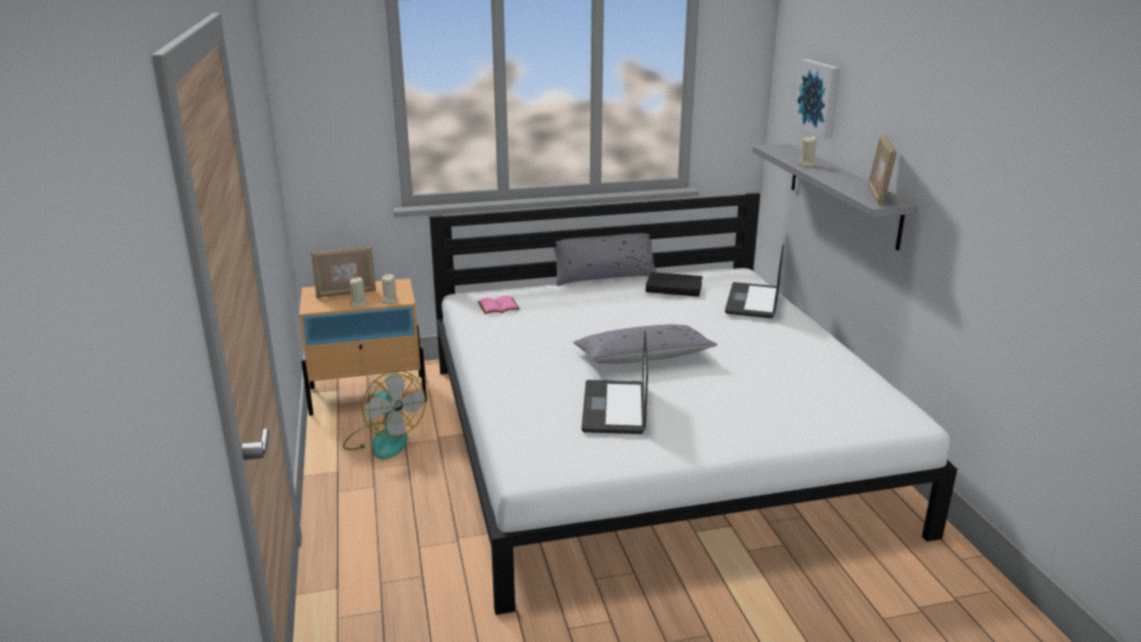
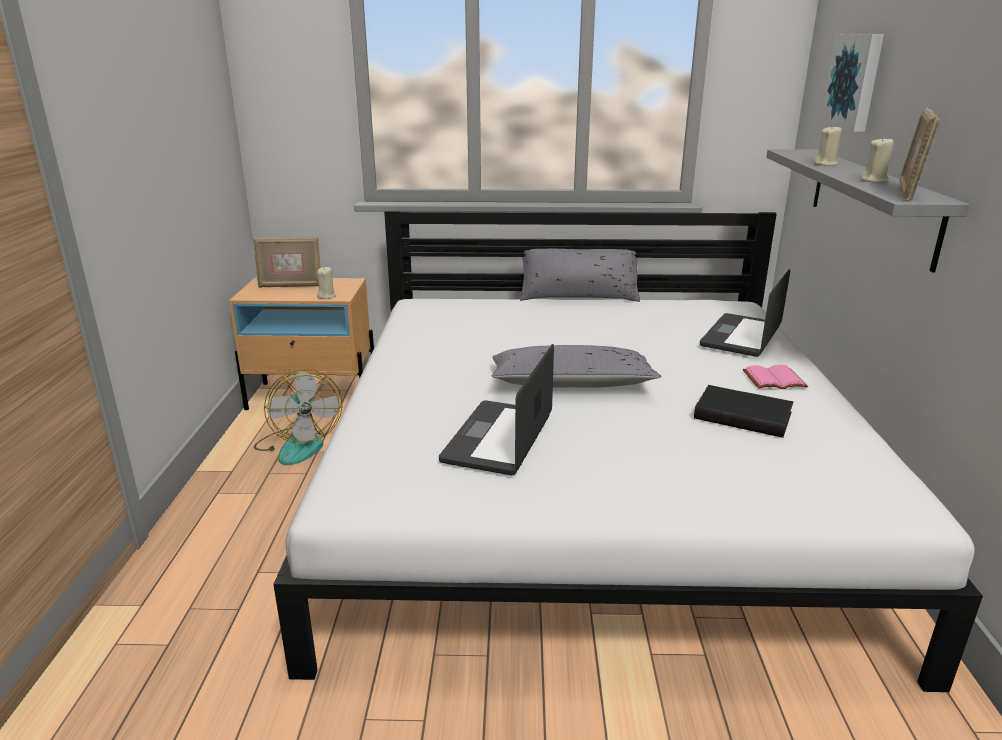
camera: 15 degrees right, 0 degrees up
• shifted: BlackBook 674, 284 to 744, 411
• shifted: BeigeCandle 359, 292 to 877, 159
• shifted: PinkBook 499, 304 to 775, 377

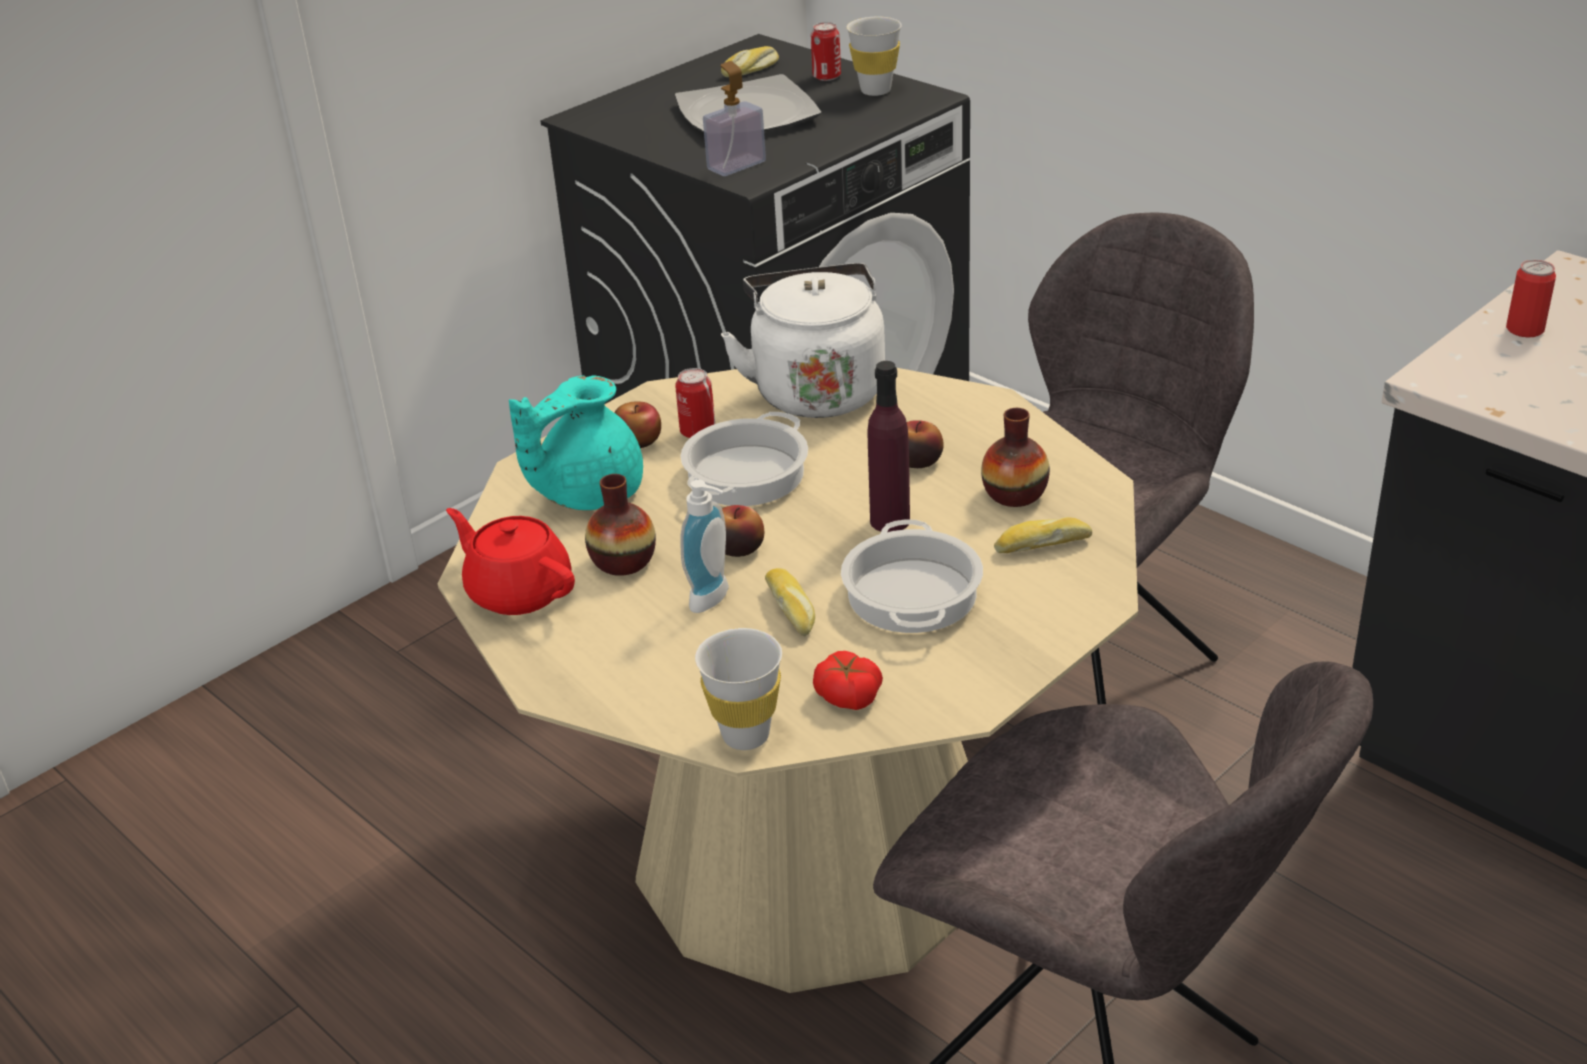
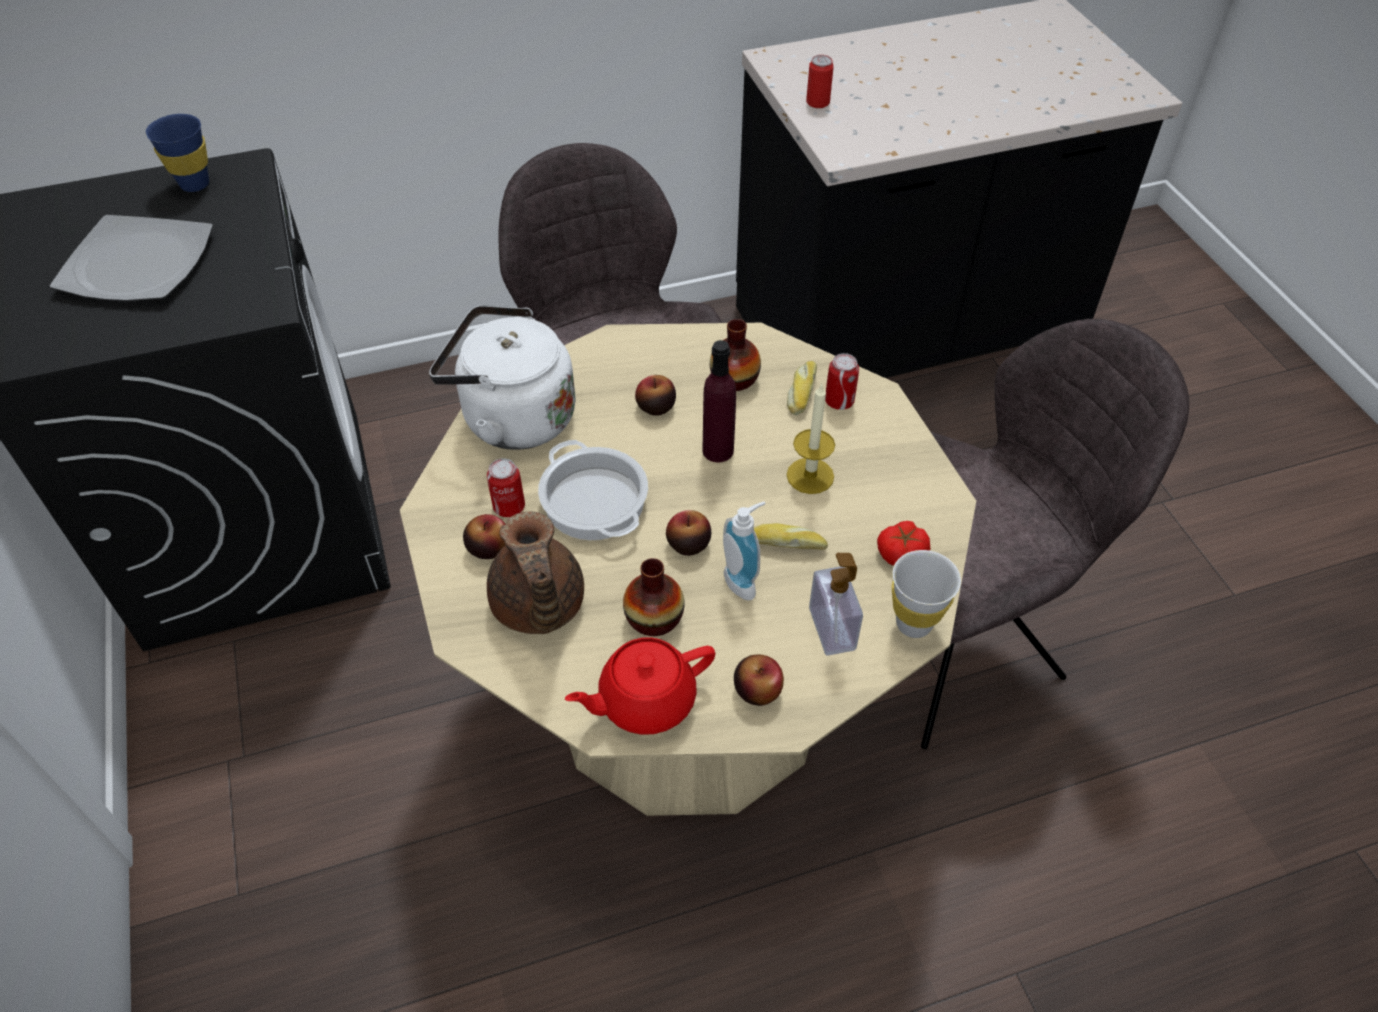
camera: 65 degrees left, 15 degrees up
• repainted: WhiteCup 874, 56 to BlueCup 177, 153
• shifted: Can 826, 51 to 842, 381
• gone: Bread 750, 61
• shifted: SoapDispenser 734, 118 to 836, 604
• repainted: TurquoiseTeapot 576, 442 to BrownTeapot 535, 572
• swapped: CookingPot 912, 576 to Candle 811, 438
• new: Apple 759, 680

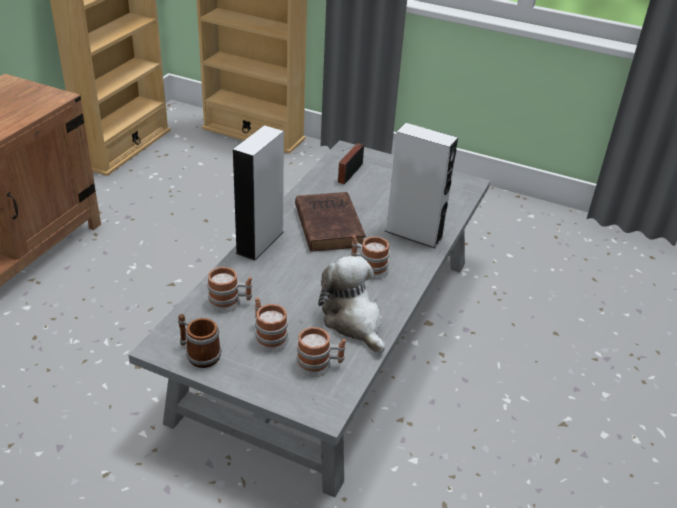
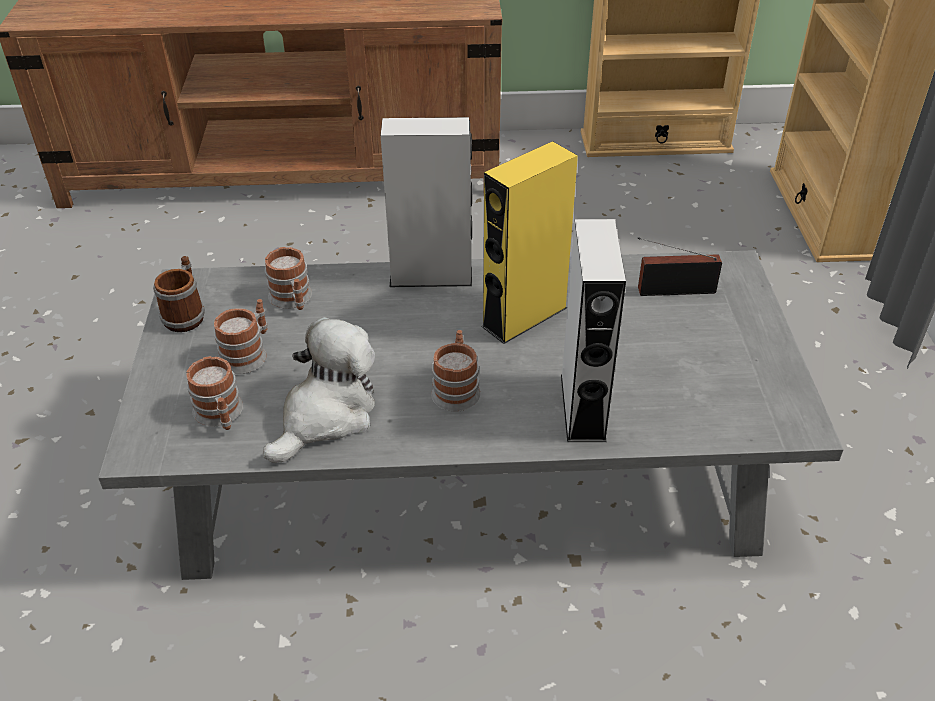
camera: 65 degrees right, 5 degrees up
• swapped: BrownBook 330, 222 to YellowSpeaker 529, 242

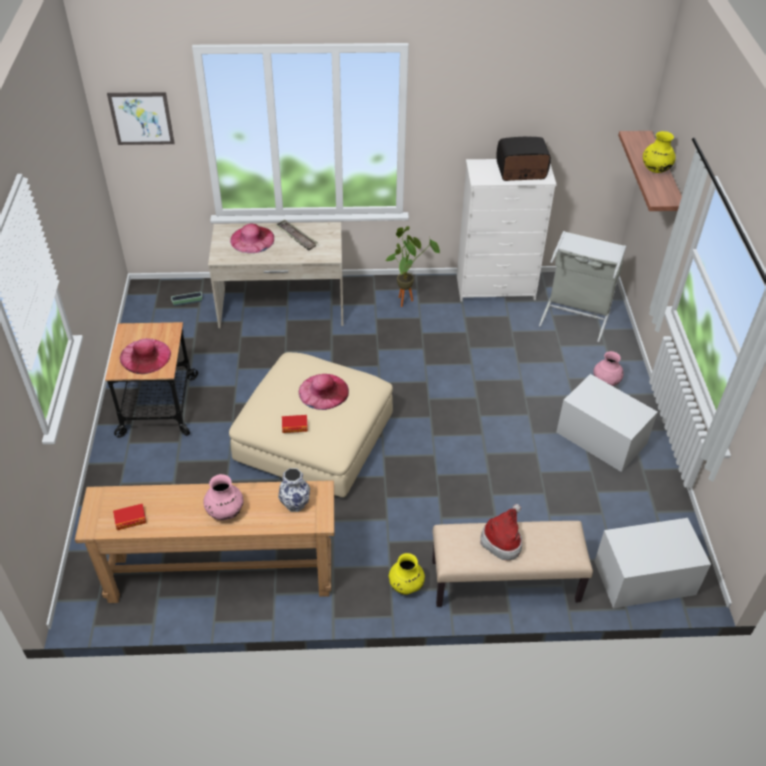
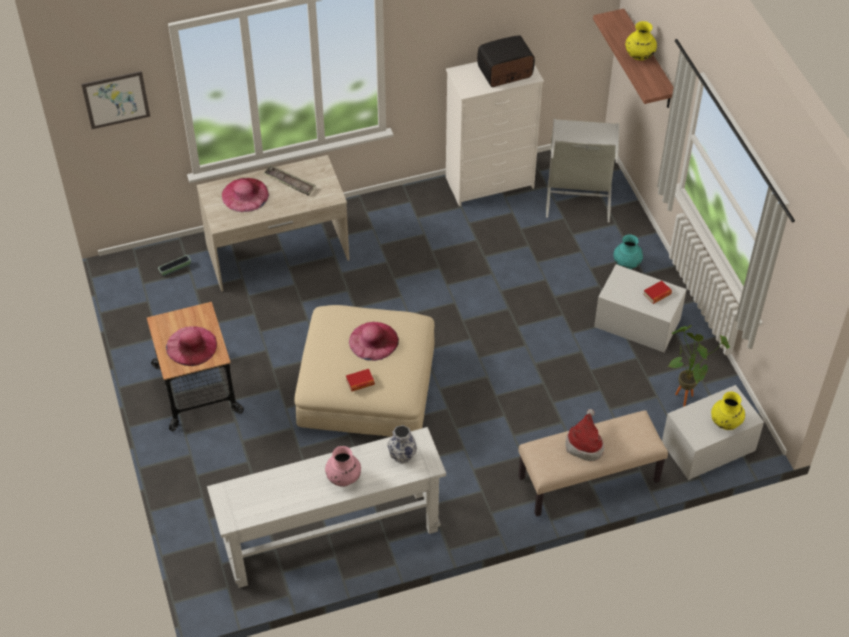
camera: 15 degrees left, 5 degrees up
• shifted: PottedPlant 412, 266 to 699, 366
• repainted: PinkVase 608, 368 to TurquoiseVase 628, 251
• repainted: BrownConsoleTable 204, 541 to WhiteConsoleTable 326, 507
• shifted: Book 130, 517 to 657, 292
• shifted: YellowVase 407, 574 to 728, 411

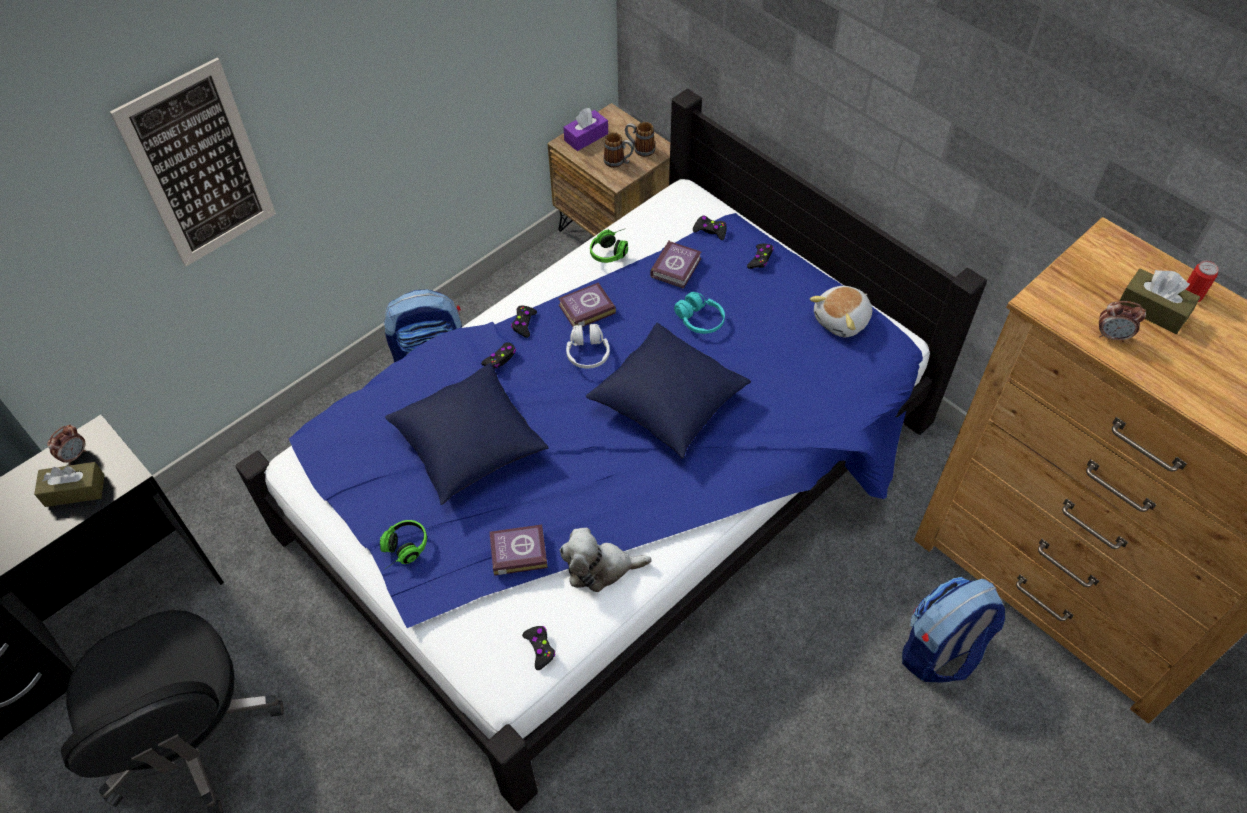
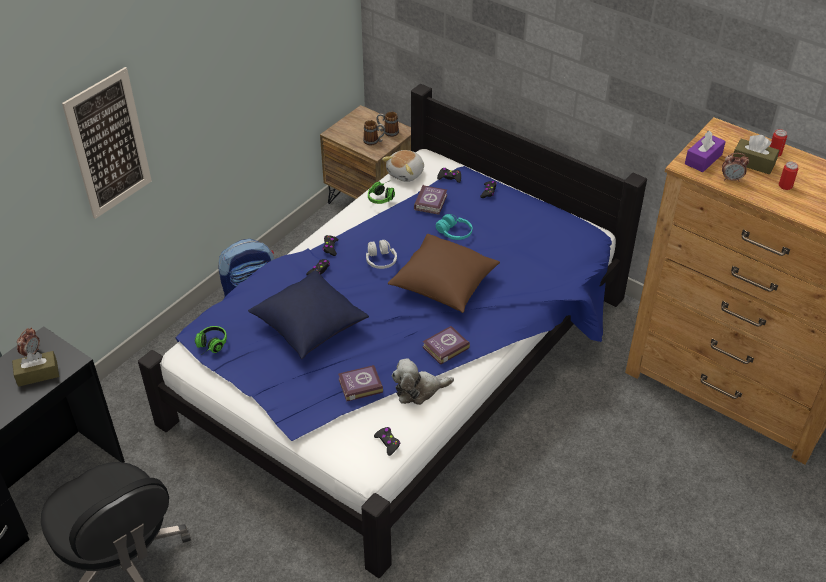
camera: 10 degrees left, 10 degrees down
• shifted: PurpleTissueBox 585, 129 to 705, 151
• shifted: Book 587, 304 to 446, 345
• shifted: PlushToy 841, 311 to 403, 166
• repainted: BluePillow 668, 390 to BrownPillow 444, 273
• shifted: Headphones 403, 544 to 211, 339
• gone: Backpack 953, 629
• new: Can 788, 175

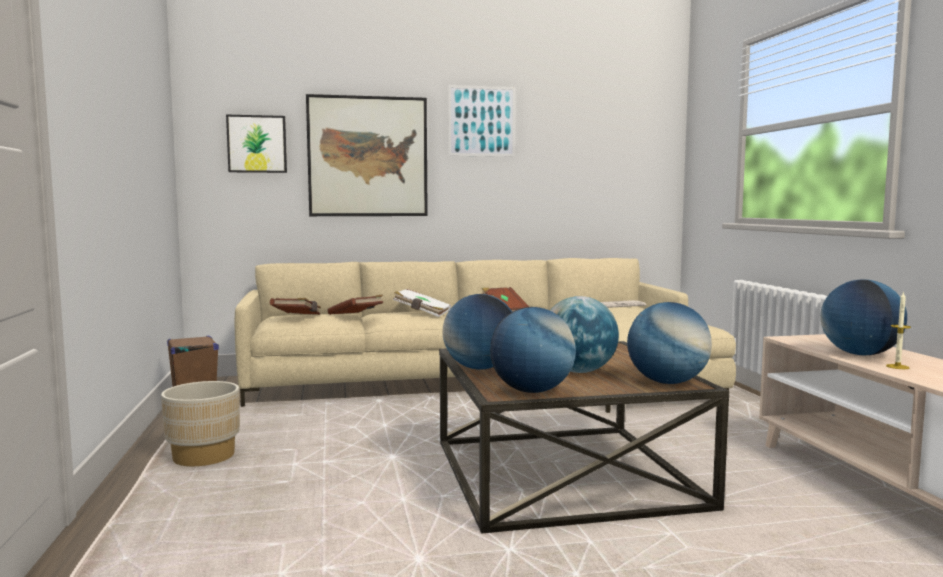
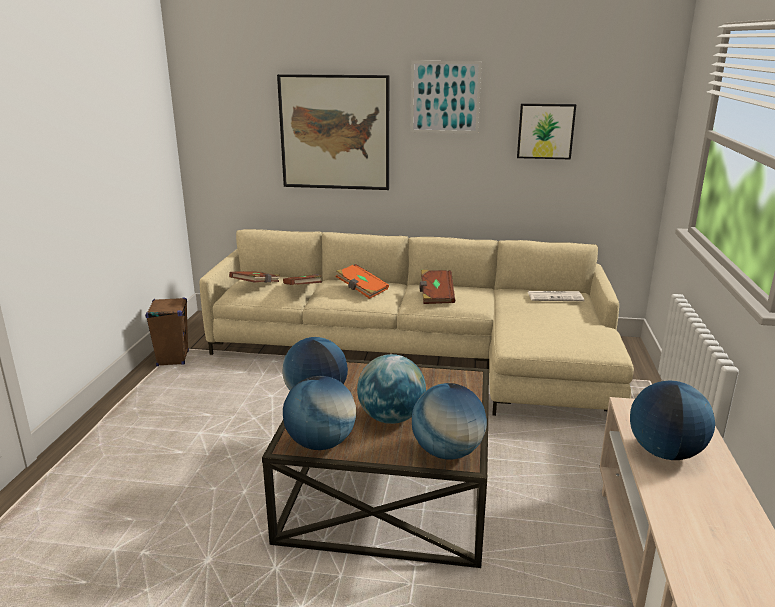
camera: 20 degrees right, 15 degrees up
• shifted: Picture 256, 144 to 546, 131
• repainted: WhiteBook 422, 303 to OrangeBook 362, 281
• gone: Candle 898, 330
• gone: BeigePlanter 200, 423

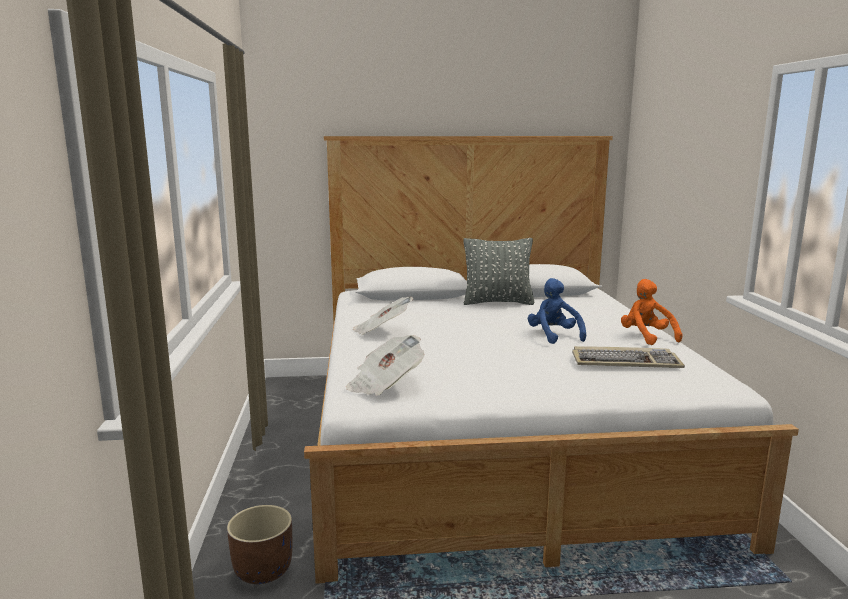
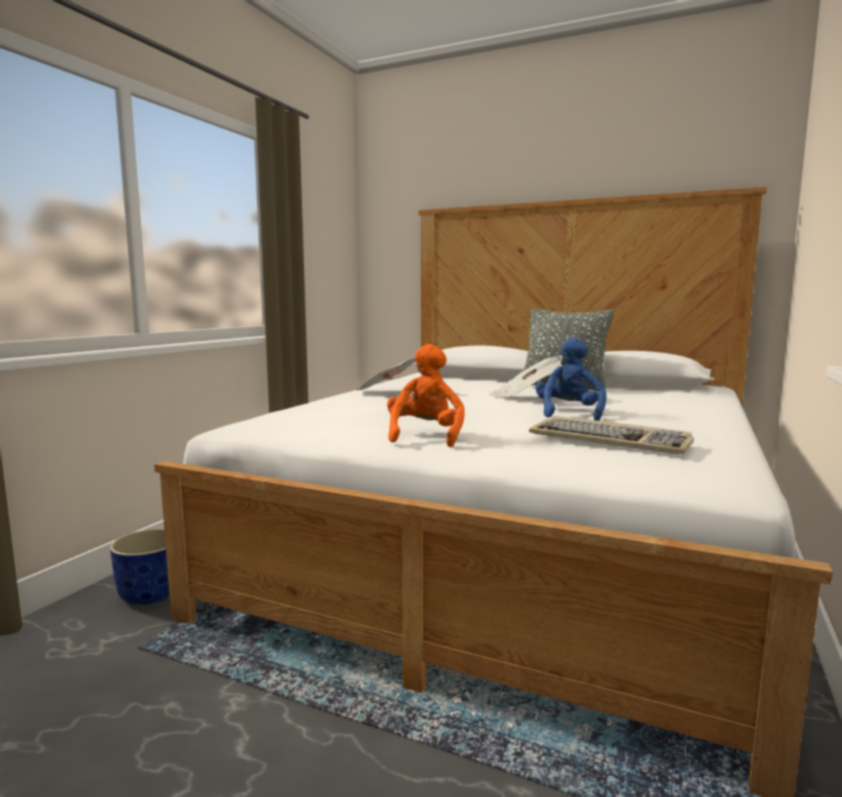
camera: 30 degrees right, 5 degrees down
• shifted: OrangePlushToy 651, 312 to 426, 395
• shifted: Newspaper 385, 365 to 526, 376
• repainted: BrownPlanter 259, 544 to BluePlanter 139, 566

